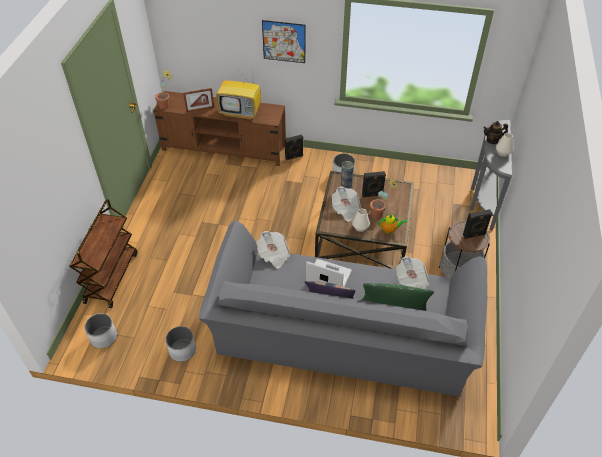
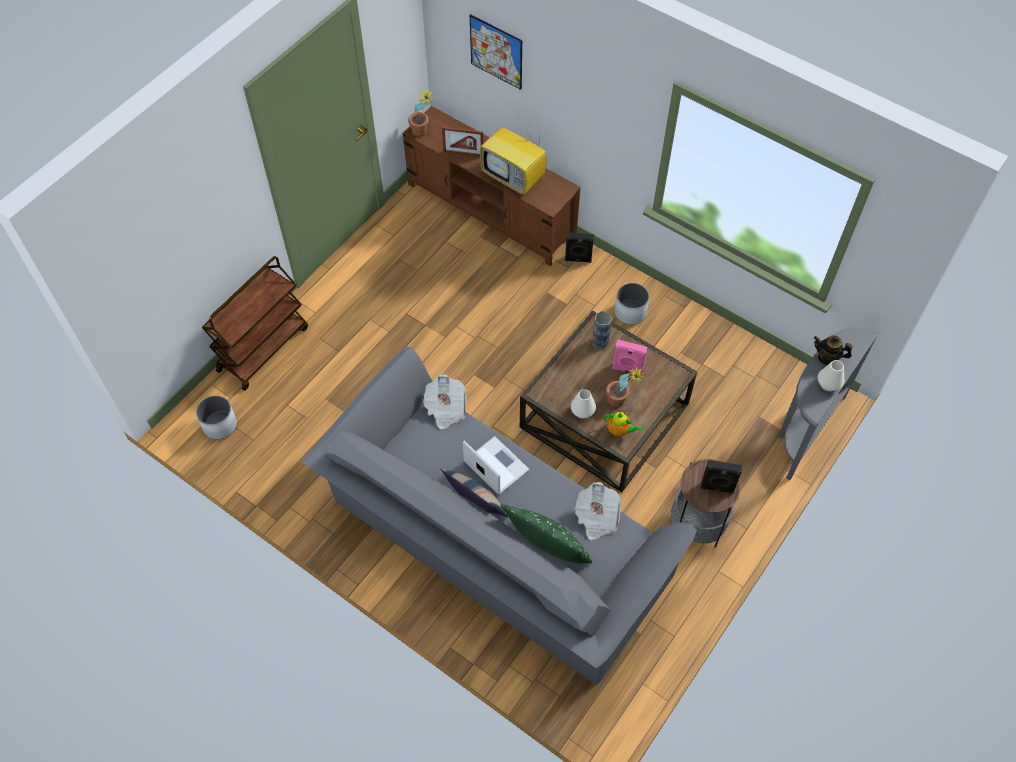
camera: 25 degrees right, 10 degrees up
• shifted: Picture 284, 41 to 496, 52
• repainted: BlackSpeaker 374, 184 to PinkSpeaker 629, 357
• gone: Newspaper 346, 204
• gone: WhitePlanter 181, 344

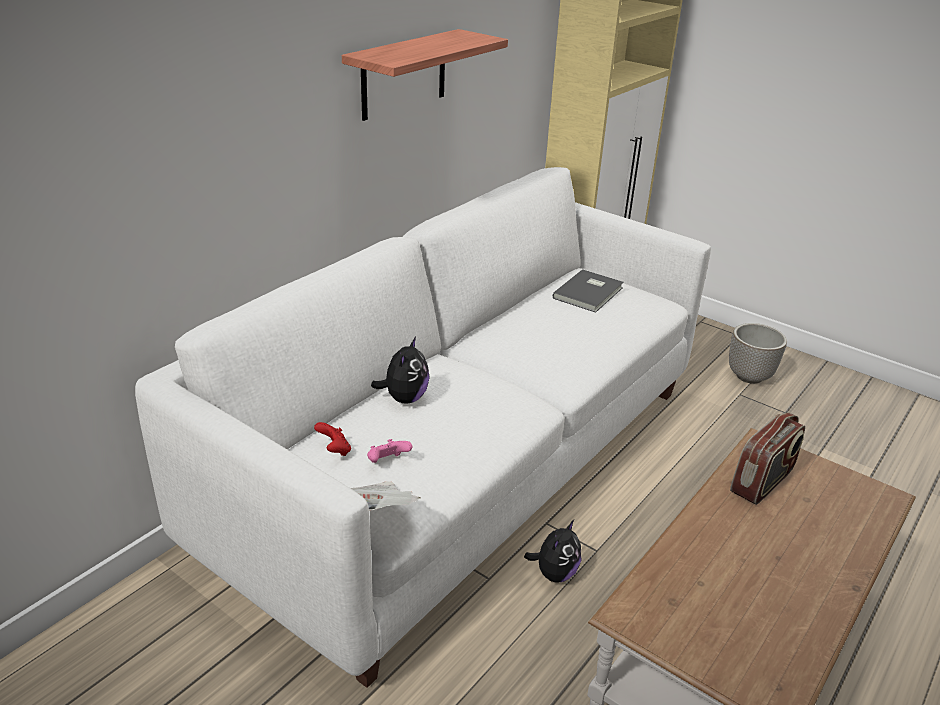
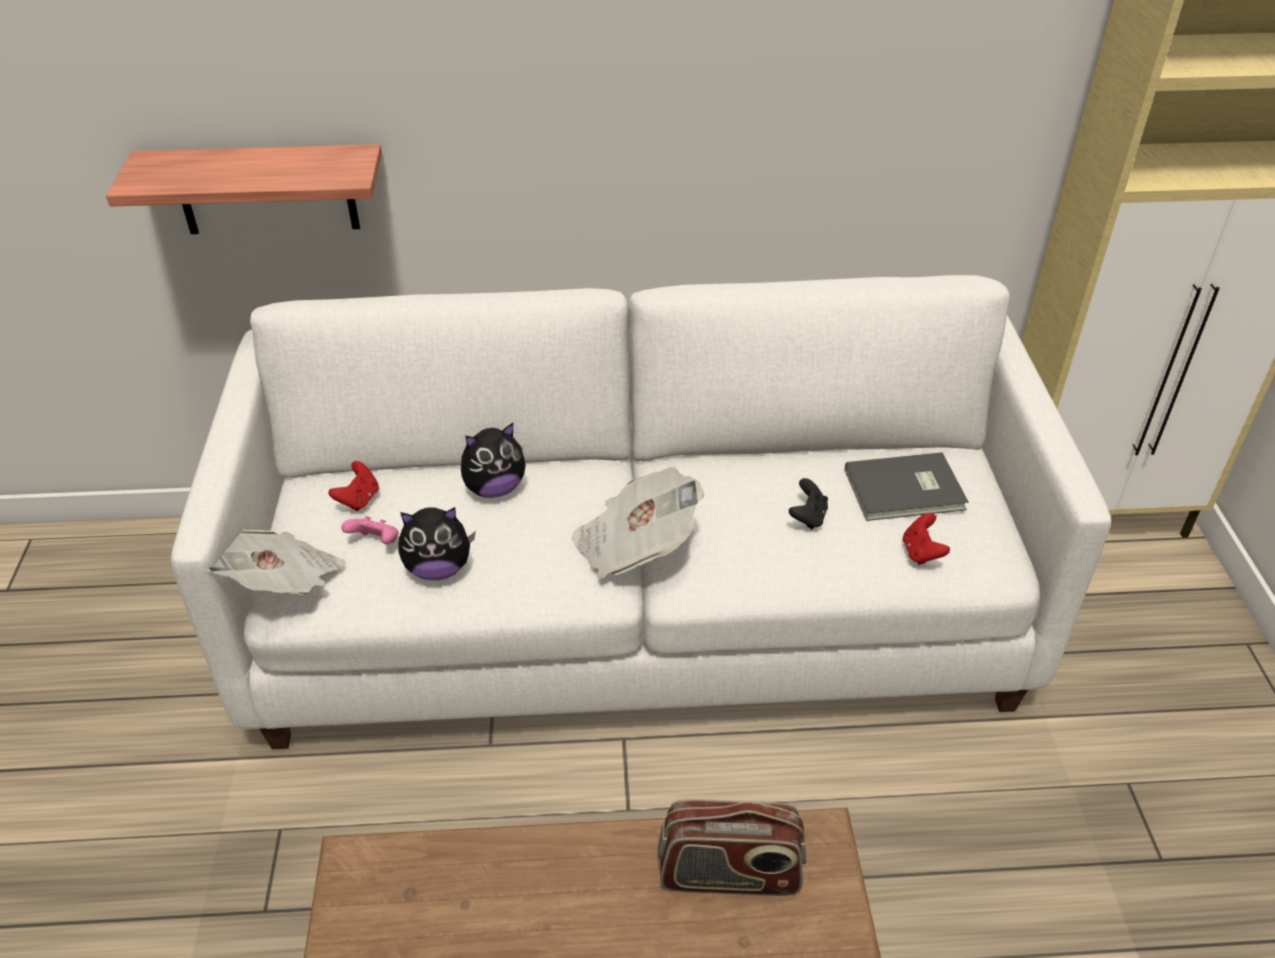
camera: 50 degrees right, 10 degrees up
• shifted: Shelf 425, 75 to 244, 189
• gone: Planter 758, 353
• shifted: PlushToy 552, 551 to 437, 543
• new: Newspaper 638, 523
• new: BlackGameController 808, 504
• new: RedGameController 926, 539

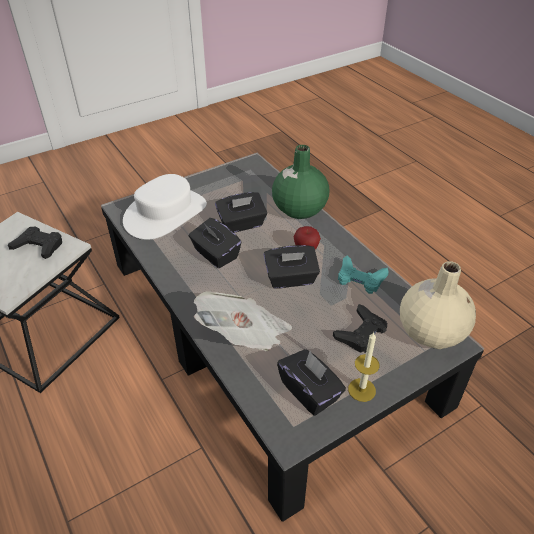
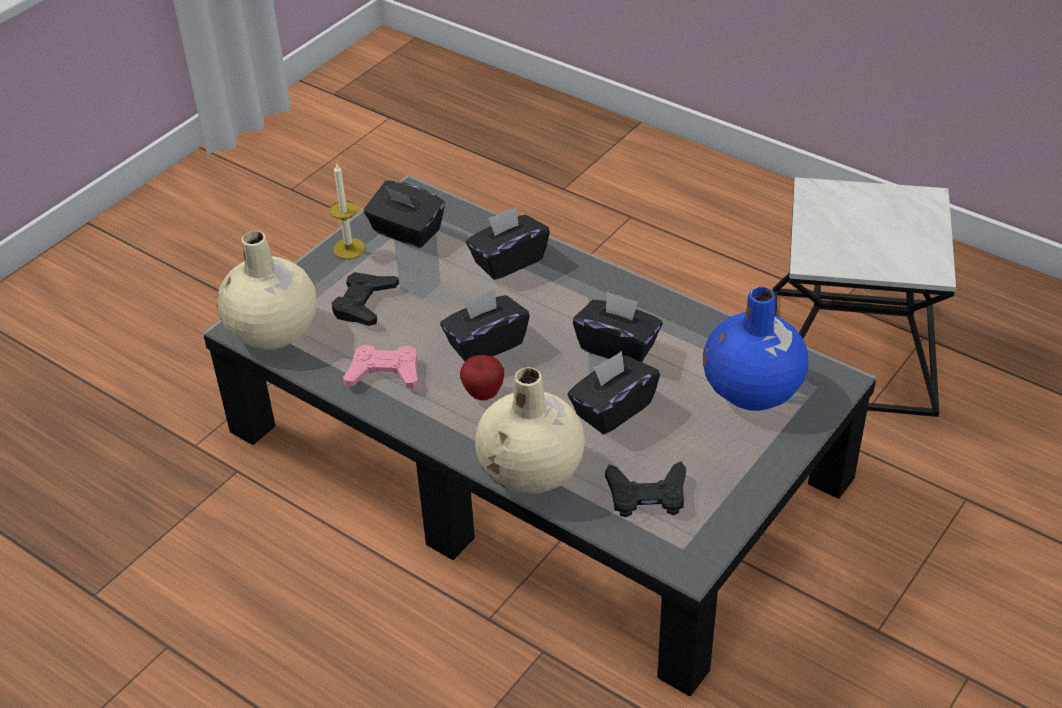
camera: 160 degrees right, 0 degrees up
• repainted: GreenVase 301, 182 to BeigeVase 530, 430
• swapped: WhiteHat 165, 207 to BlueVase 756, 349
• shifted: BlackGameController 35, 243 to 645, 489
• repainted: TurquoiseGameController 363, 275 to PinkGameController 380, 367
• swapped: Newspaper 243, 321 to BlackTissueBox 508, 243

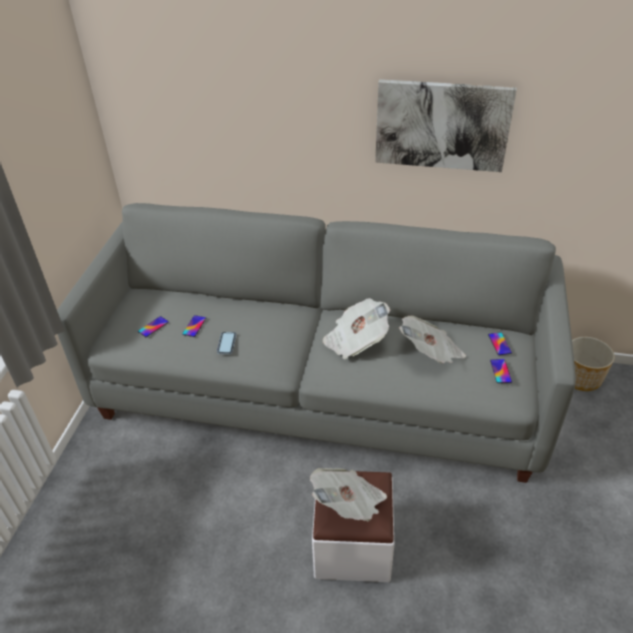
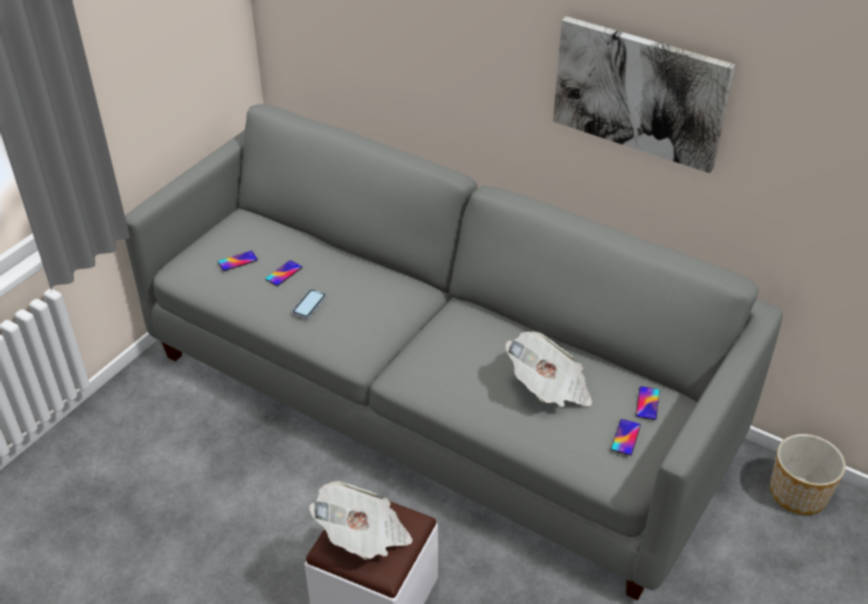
camera: 20 degrees right, 0 degrees up
• gone: Newspaper 356, 328

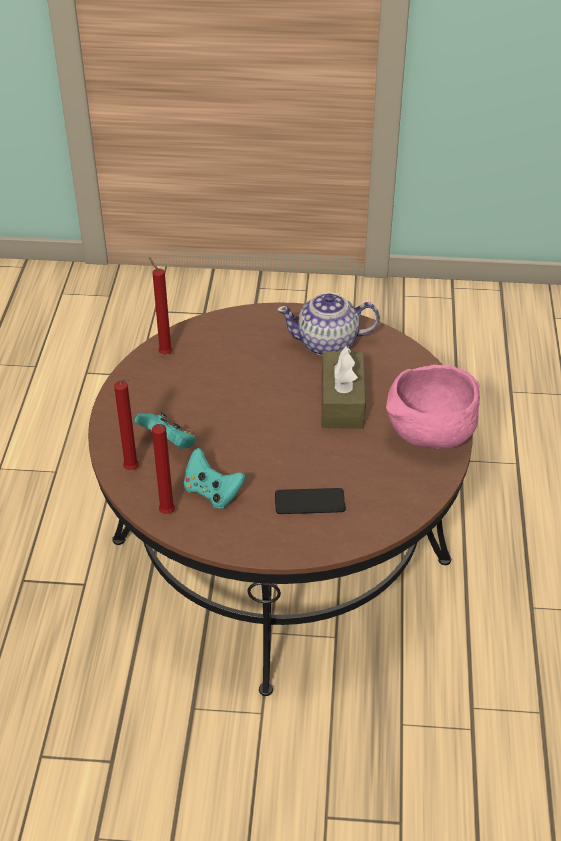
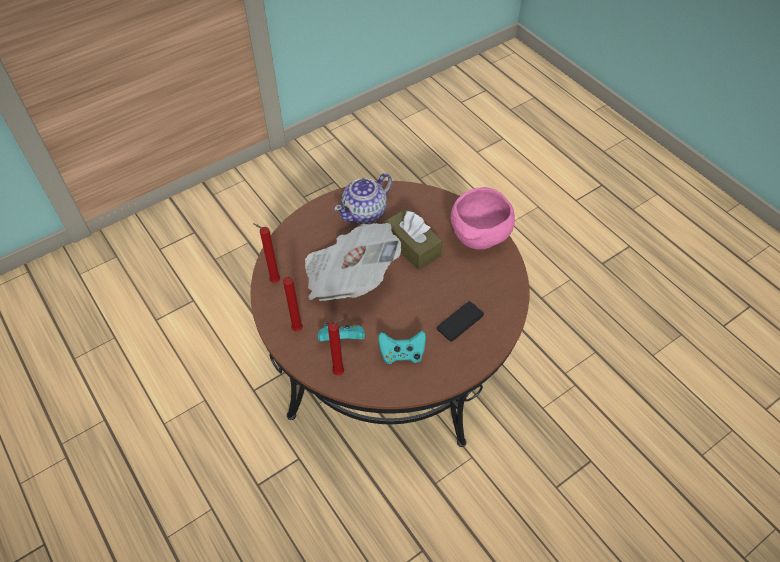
camera: 40 degrees left, 10 degrees up
• shifted: RedCandle 163, 469 to 293, 303
• new: Newspaper 353, 262

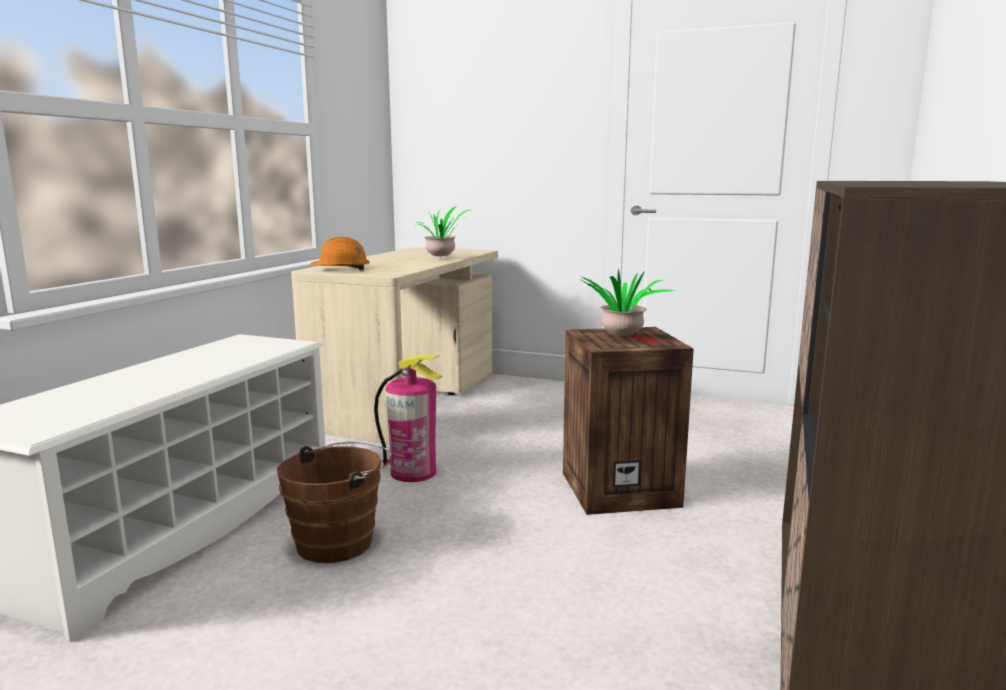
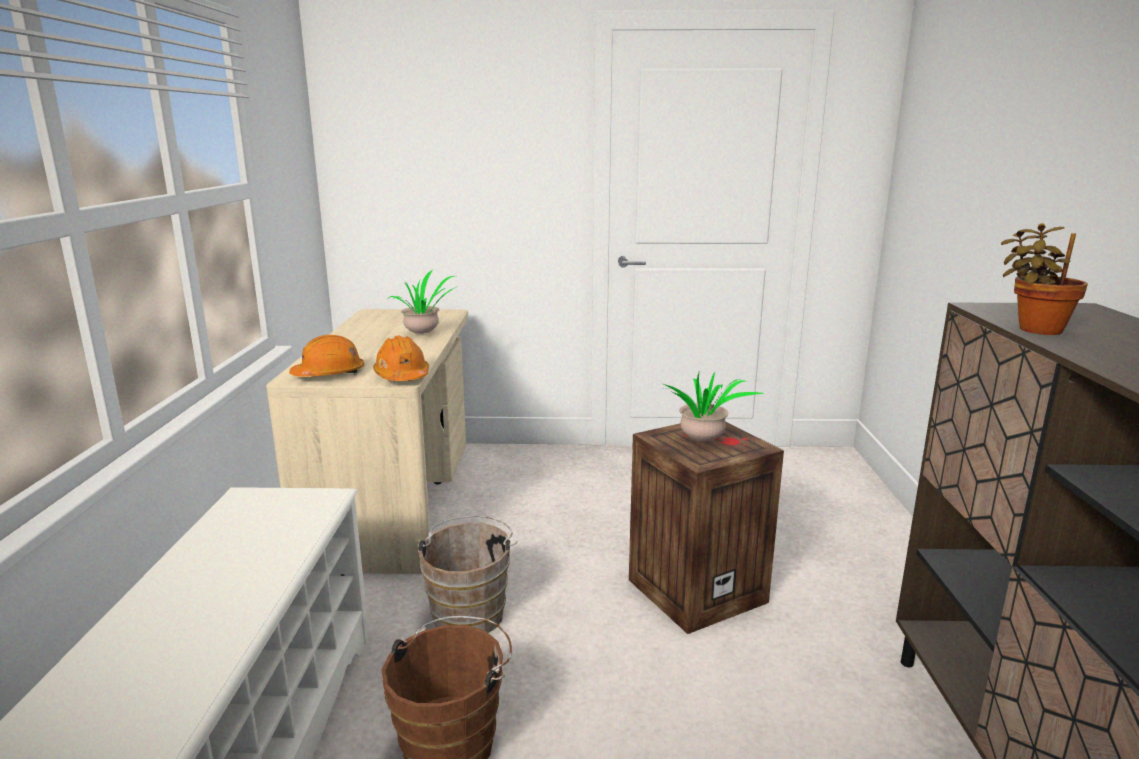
camera: 20 degrees left, 5 degrees up
• swapped: FireExtinguisher 408, 418 to BrownBucket 466, 574
• new: PottedPlant 1044, 279
• new: OrangeHardHat 401, 358

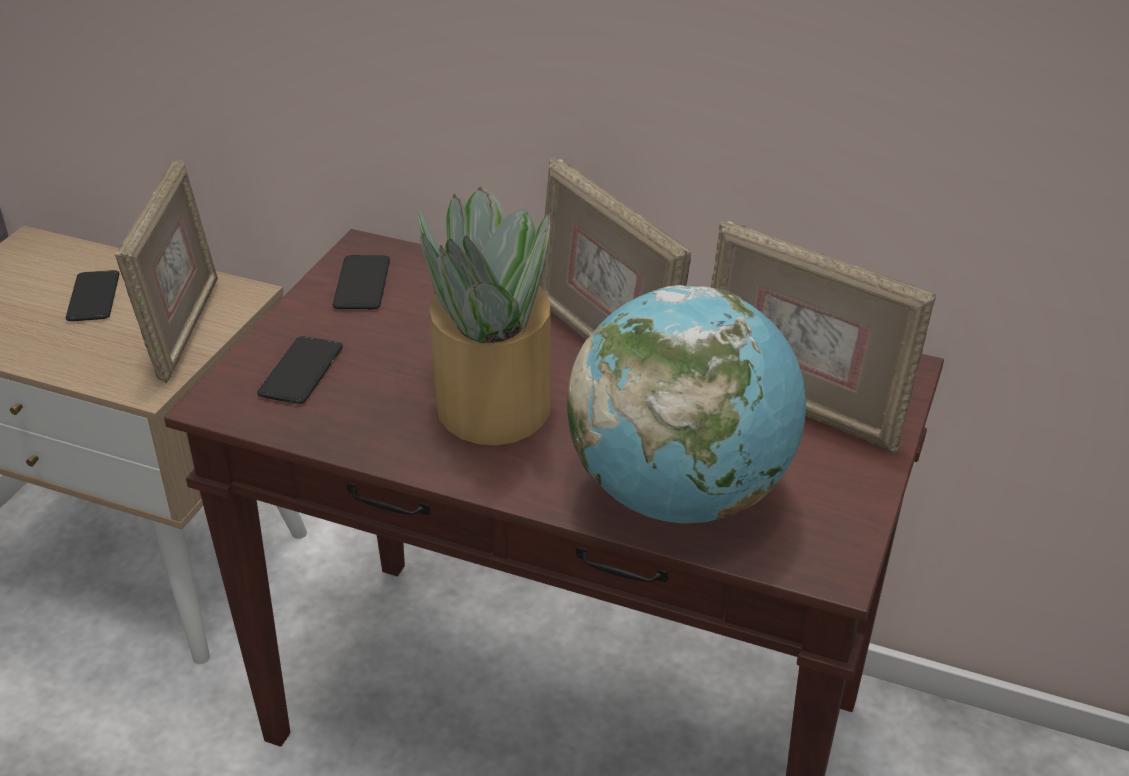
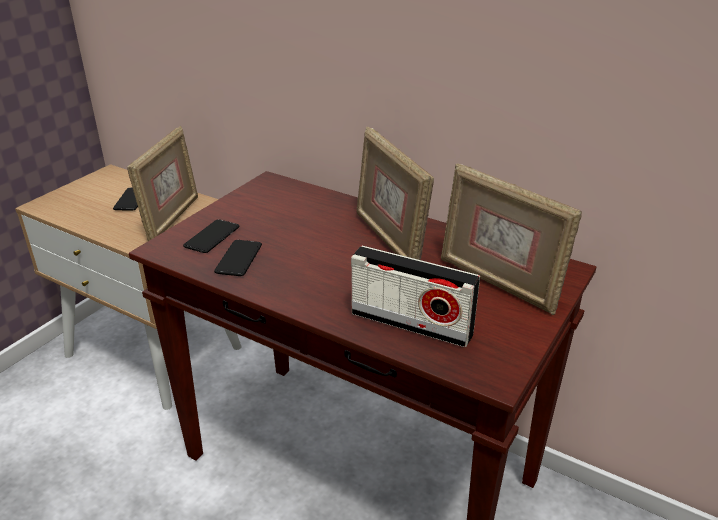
camera: 10 degrees right, 5 degrees down
• gone: PottedPlant 484, 316
• shifted: Phone 361, 282 to 238, 258
• swapped: Globe 686, 404 to Radio 415, 296

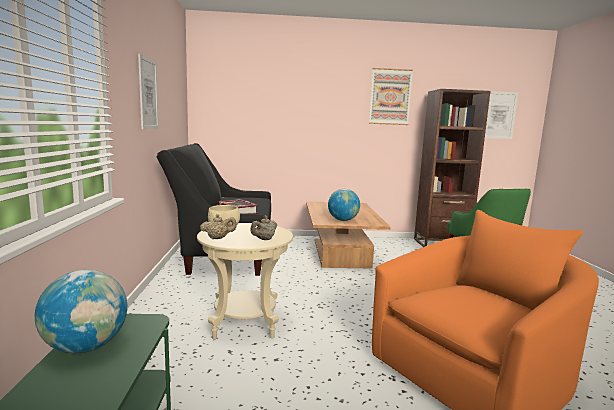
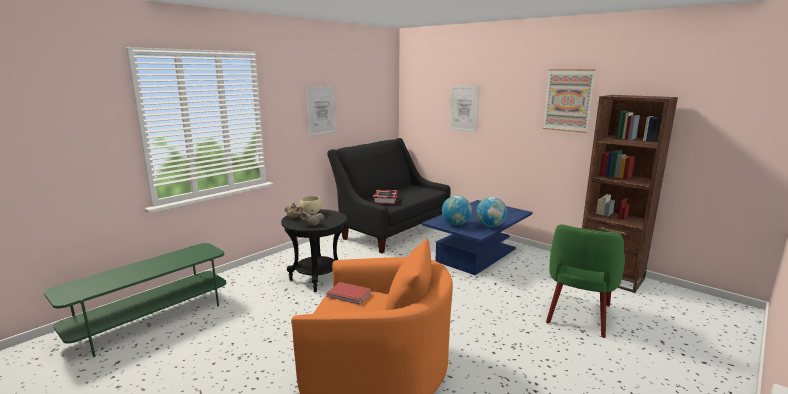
camera: 45 degrees right, 5 degrees up
• shifted: Picture 501, 115 to 464, 109
• repainted: BrownCoffeeTable 348, 234 to BlueCoffeeTable 477, 237
• repainted: BeigeSideTable 245, 281 to BlackSideTable 314, 250
• shifted: Globe 81, 311 to 491, 212
• new: RedBook 349, 293

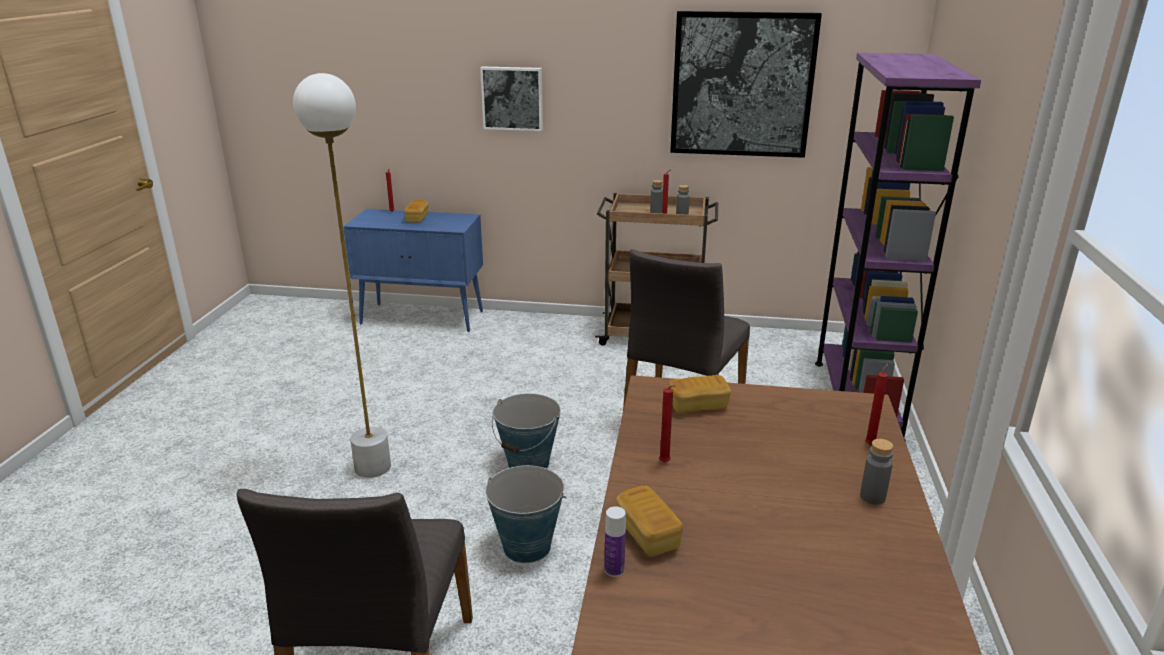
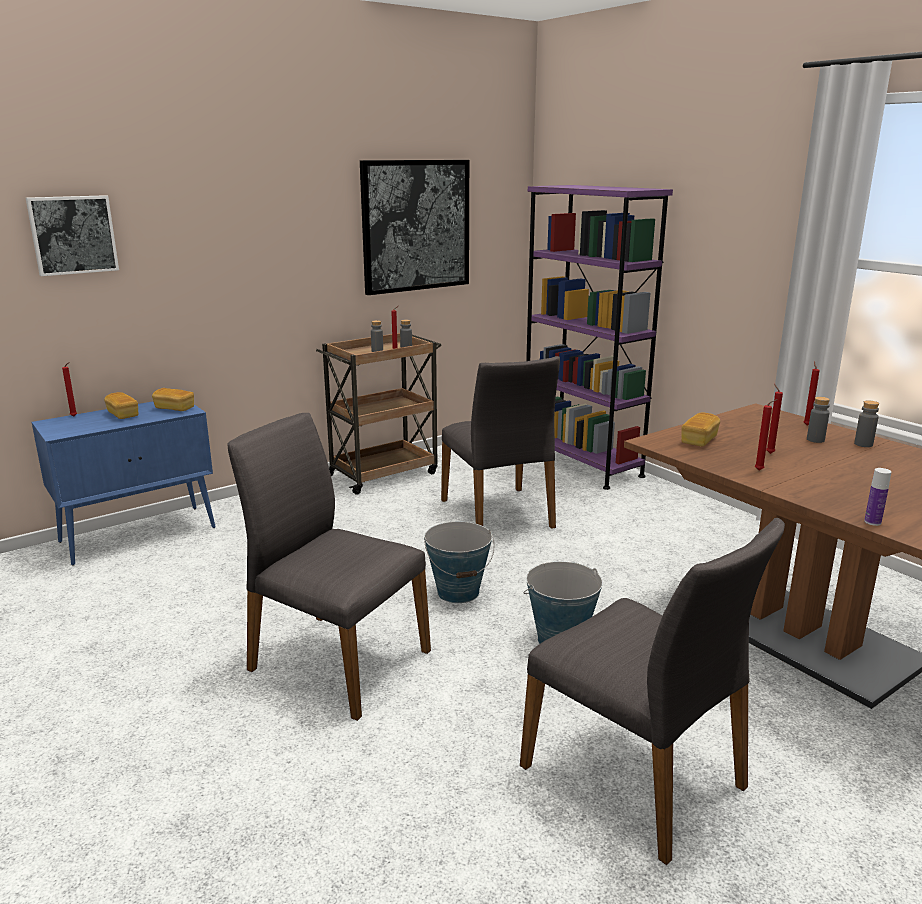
camera: 45 degrees left, 5 degrees down
• shifted: Picture 511, 99 to 72, 235
• swapped: WhiteFloorLamp 342, 275 to GreyChair 329, 567
• shifted: Bread 649, 521 to 173, 399
• new: RedCandle 774, 419
• new: GreyBottle 818, 420

